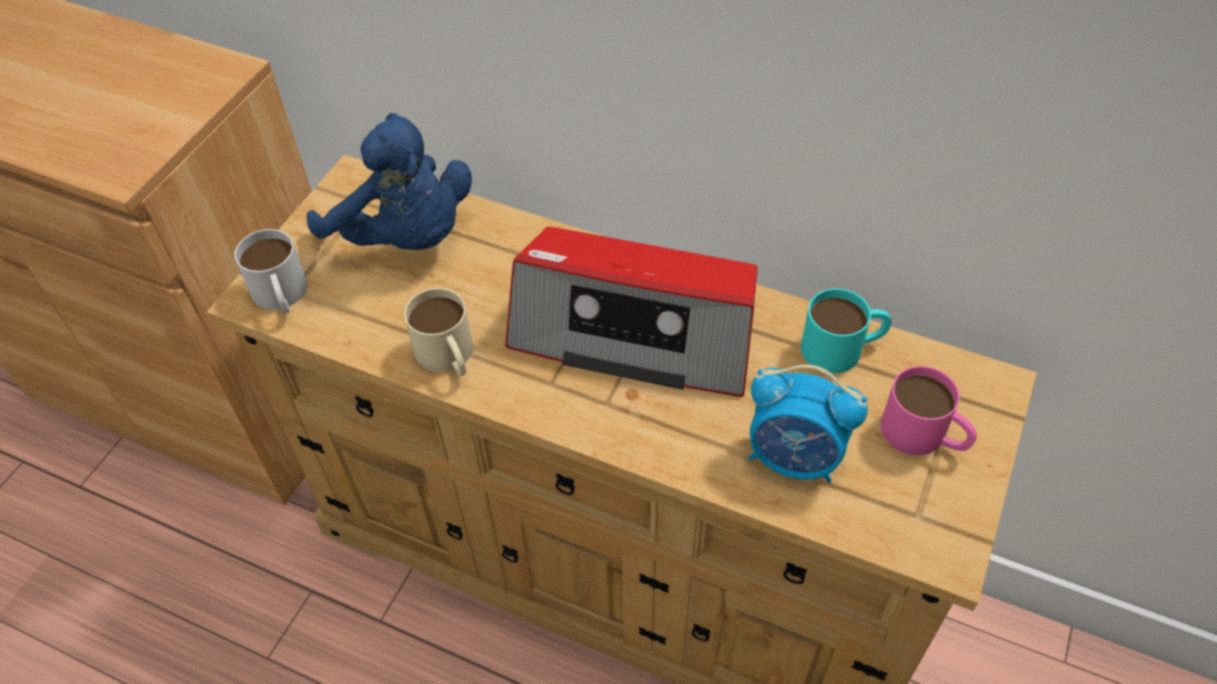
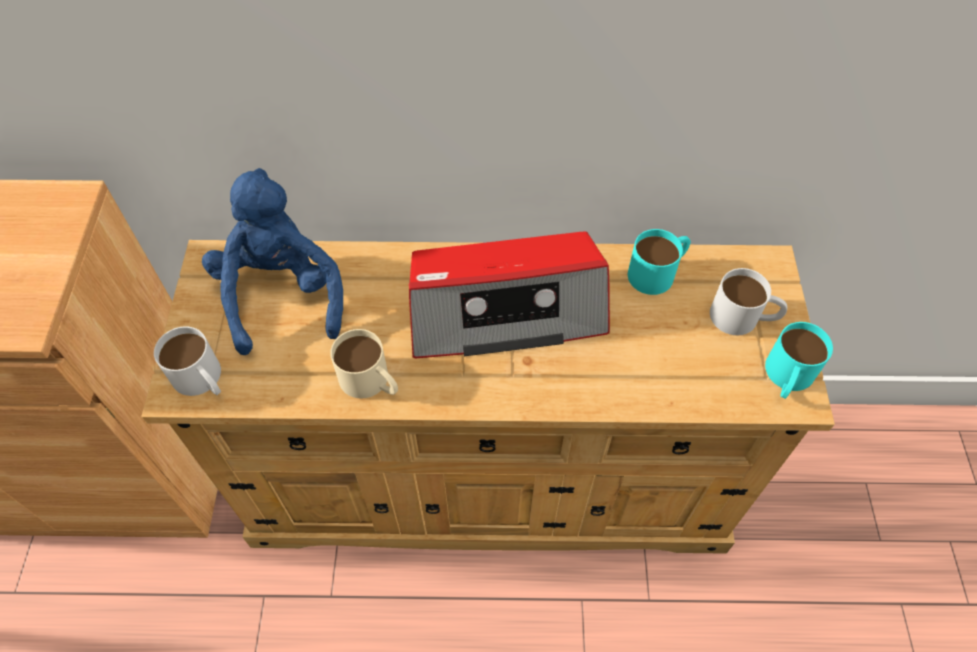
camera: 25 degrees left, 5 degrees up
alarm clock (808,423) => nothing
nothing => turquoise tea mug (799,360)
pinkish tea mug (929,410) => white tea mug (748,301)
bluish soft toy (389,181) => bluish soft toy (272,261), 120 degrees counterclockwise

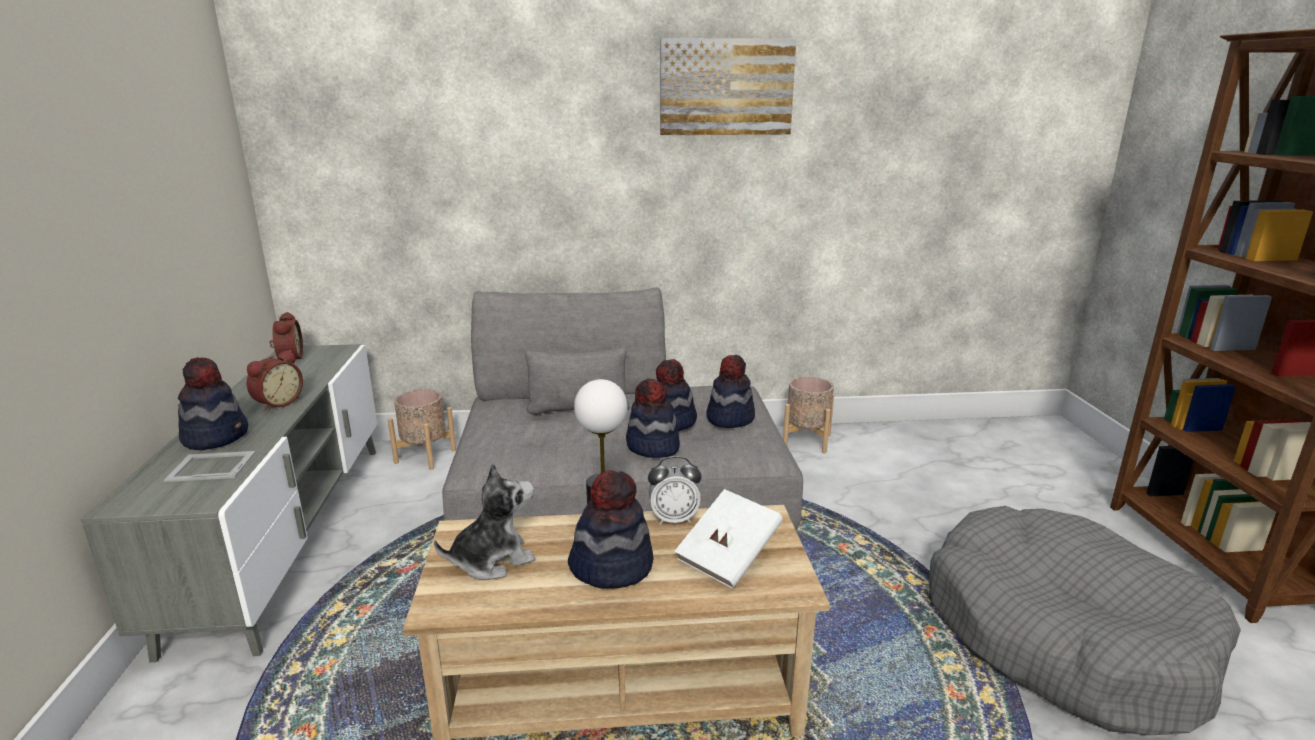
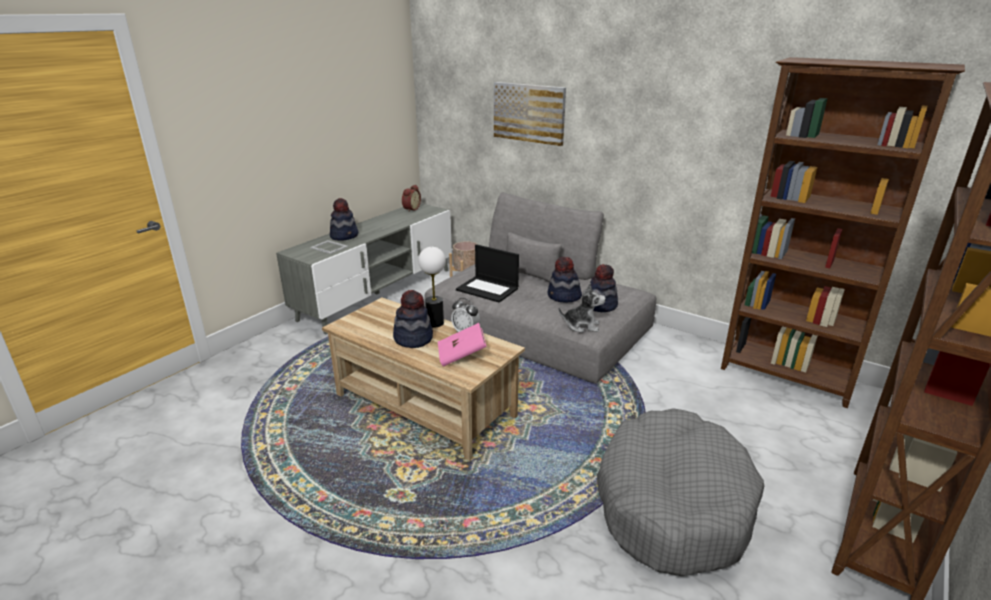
camera: 40 degrees right, 5 degrees up
alarm clock (275,380) => nothing
hat (653,418) => nothing
beige planter (808,415) => nothing
nothing => notebook computer (487,273)
nothing => brownish shelving unit (843,232)
soft toy (485,521) => soft toy (582,308), relocated
wall art (728,86) => wall art (530,114), relocated
white bound book (728,539) => pinkish bound book (462,345)

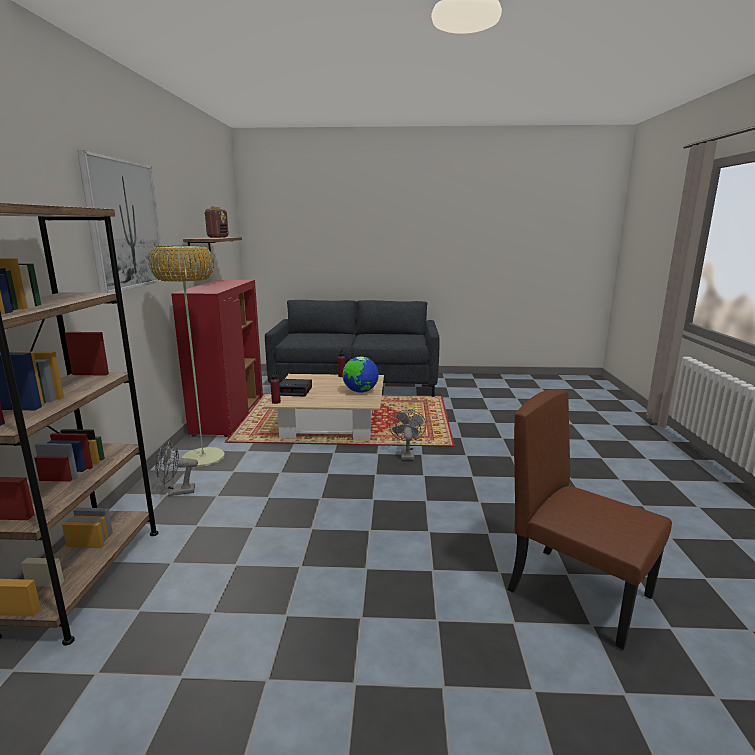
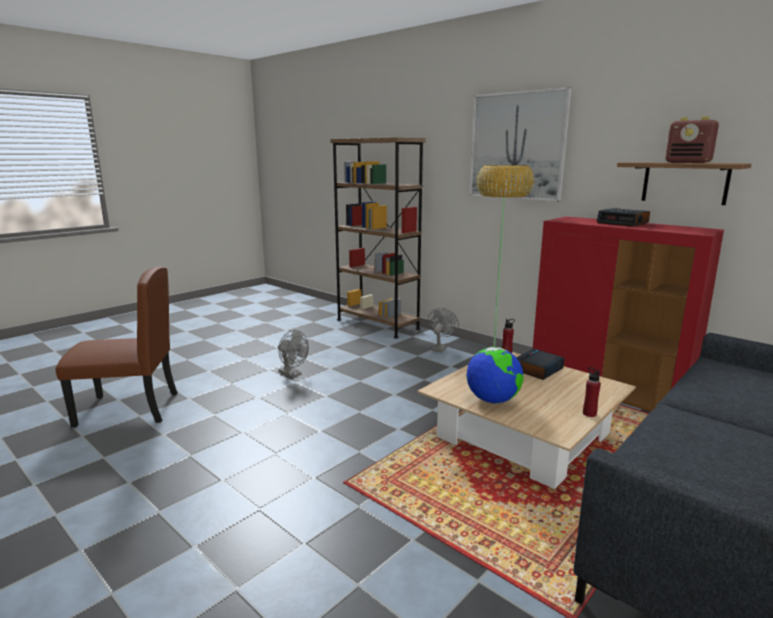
camera: 130 degrees right, 0 degrees up
nothing => alarm clock (623,217)
grey electric fan (407,435) => grey electric fan (293,354), relocated

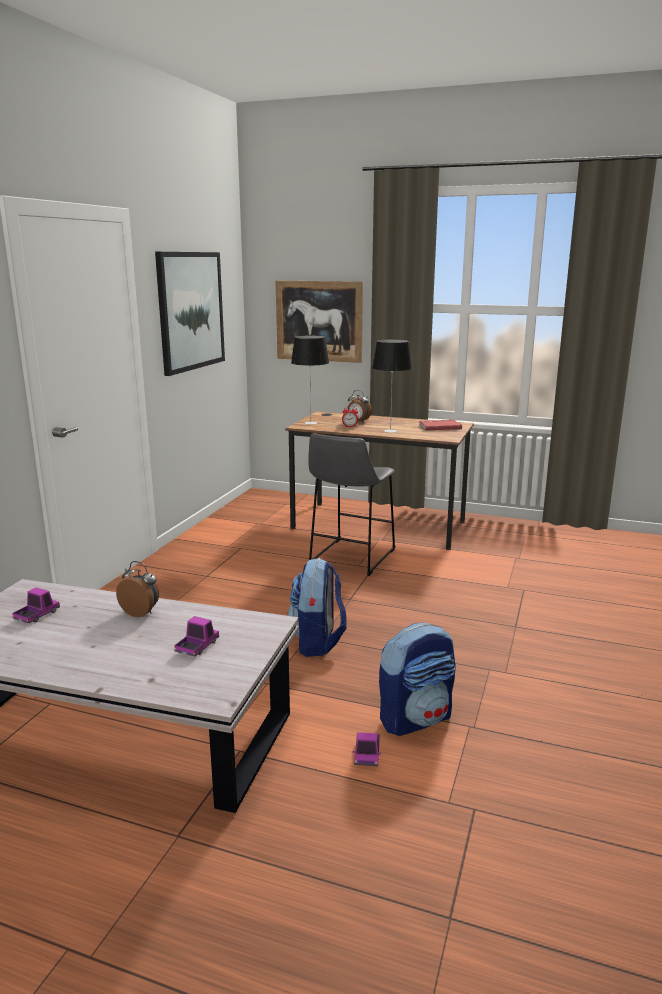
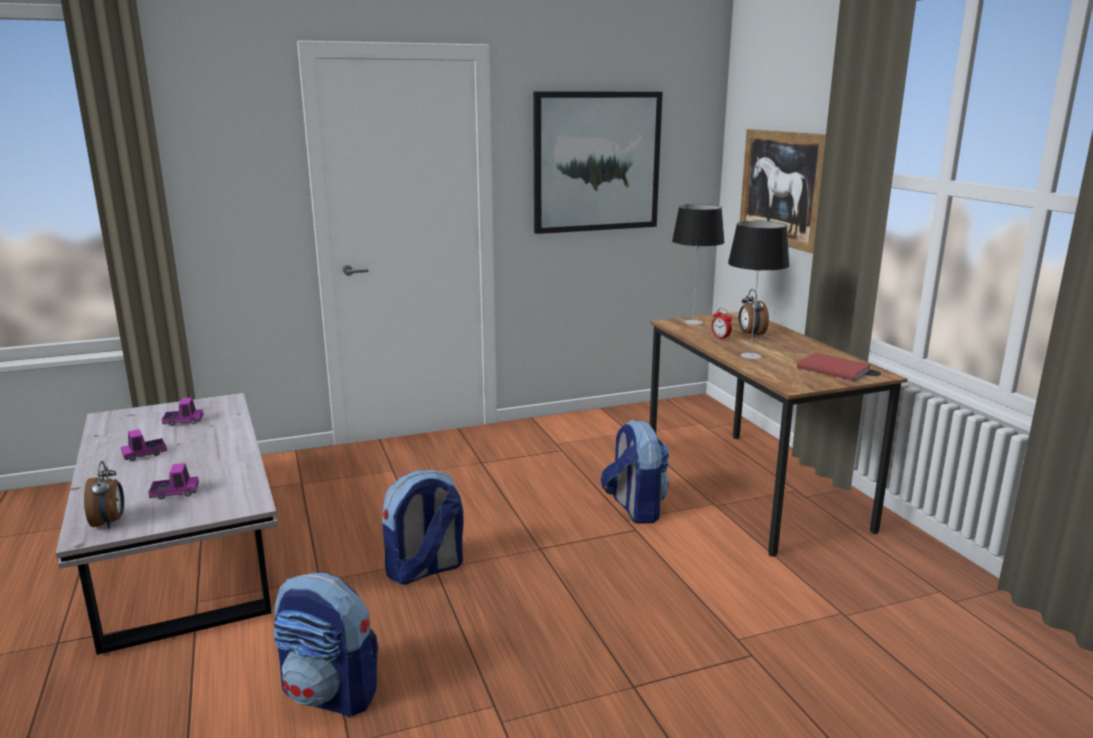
camera: 50 degrees right, 0 degrees up
alarm clock (137,589) => alarm clock (104,495), relocated
model truck (367,749) => model truck (144,445), relocated
grey stool (352,504) => rucksack (635,472)

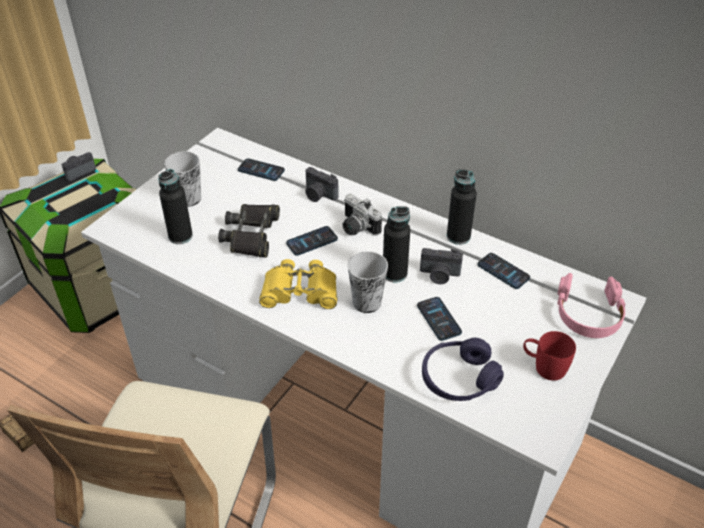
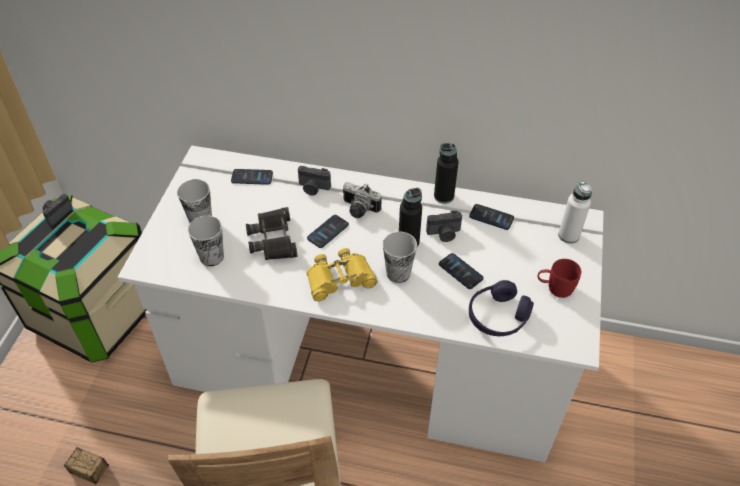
camera: 20 degrees left, 5 degrees up
black-coloured beverage bottle (175,206) => small cup (206,240)
pinkish headphones (591,305) => white beverage bottle (575,212)

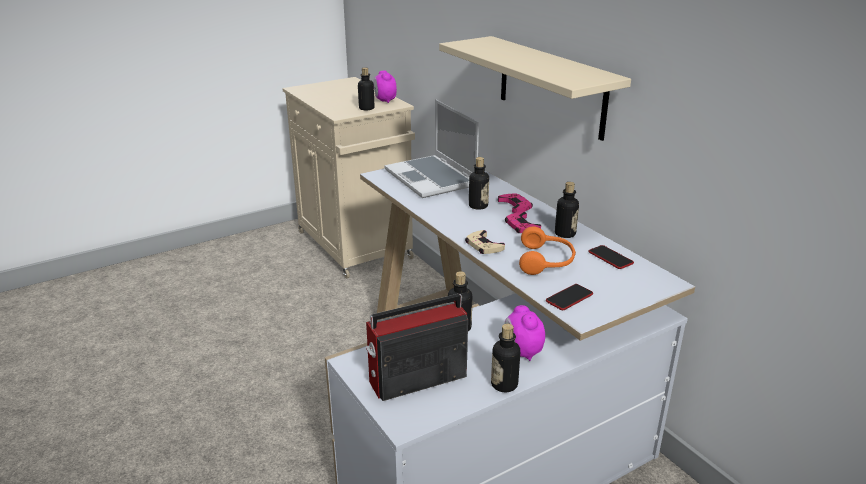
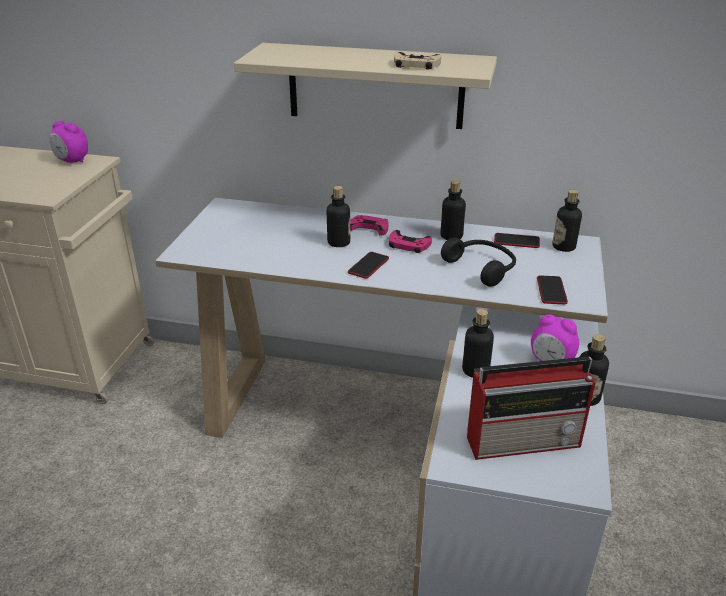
camera: 45 degrees left, 5 degrees up
notebook computer (431,149) => nothing
nothing => telephone (368,265)
beverage bottle (366,88) => beverage bottle (567,221), relocated
beige joypad (485,242) => beige joypad (417,61), relocated
orange headphones (547,251) => black-coloured headphones (478,262)
radio set (417,347) => radio set (531,408), 120 degrees counterclockwise

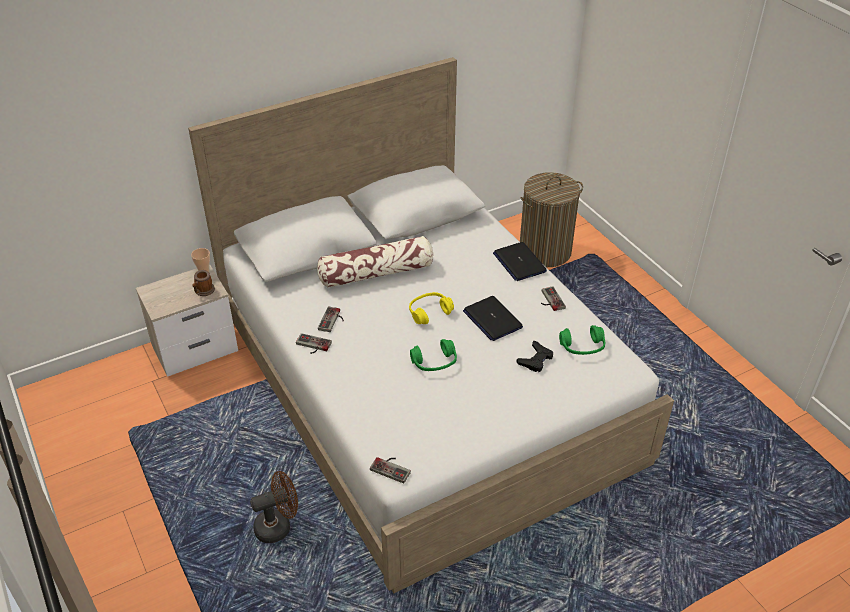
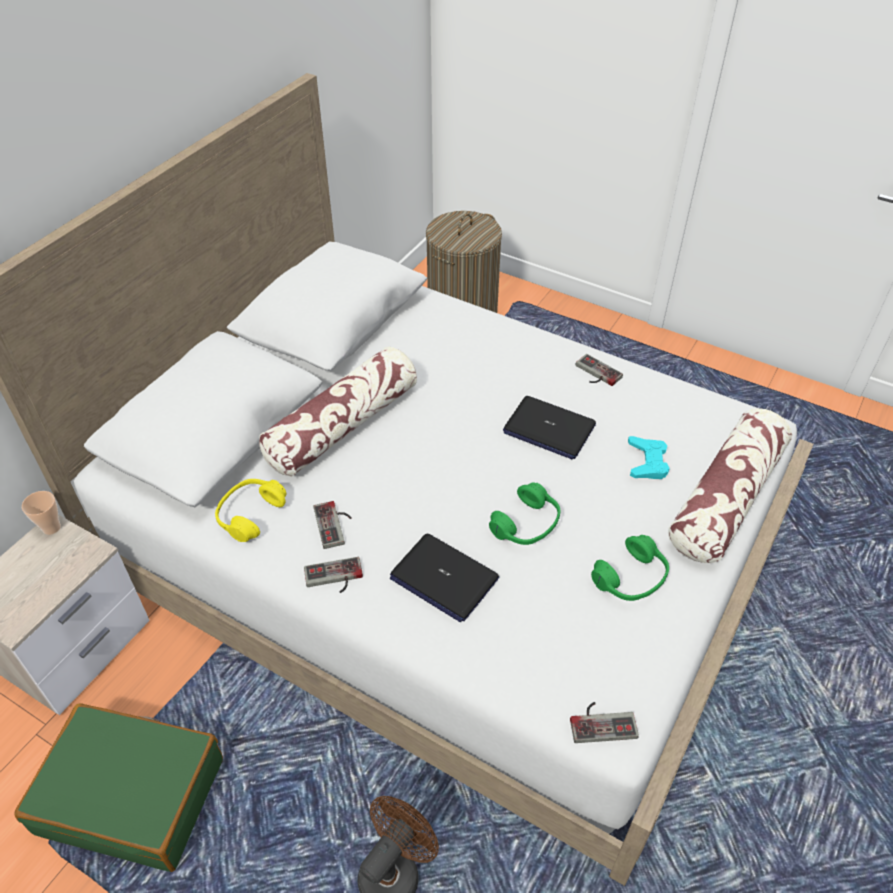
camera: 30 degrees left, 5 degrees up
tea mug (203,283) => nothing
nothing => green-coloured travel case (118,788)
nothing => throw pillow (730,485)
yellow-coloured headphones (431,308) => yellow-coloured headphones (250,510), relocated
notebook computer (520,261) => notebook computer (444,578), relocated
green-coloured headphones (582,340) => green-coloured headphones (630,568), relocated
black-coloured joypad (535,356) => turquoise joypad (649,457)

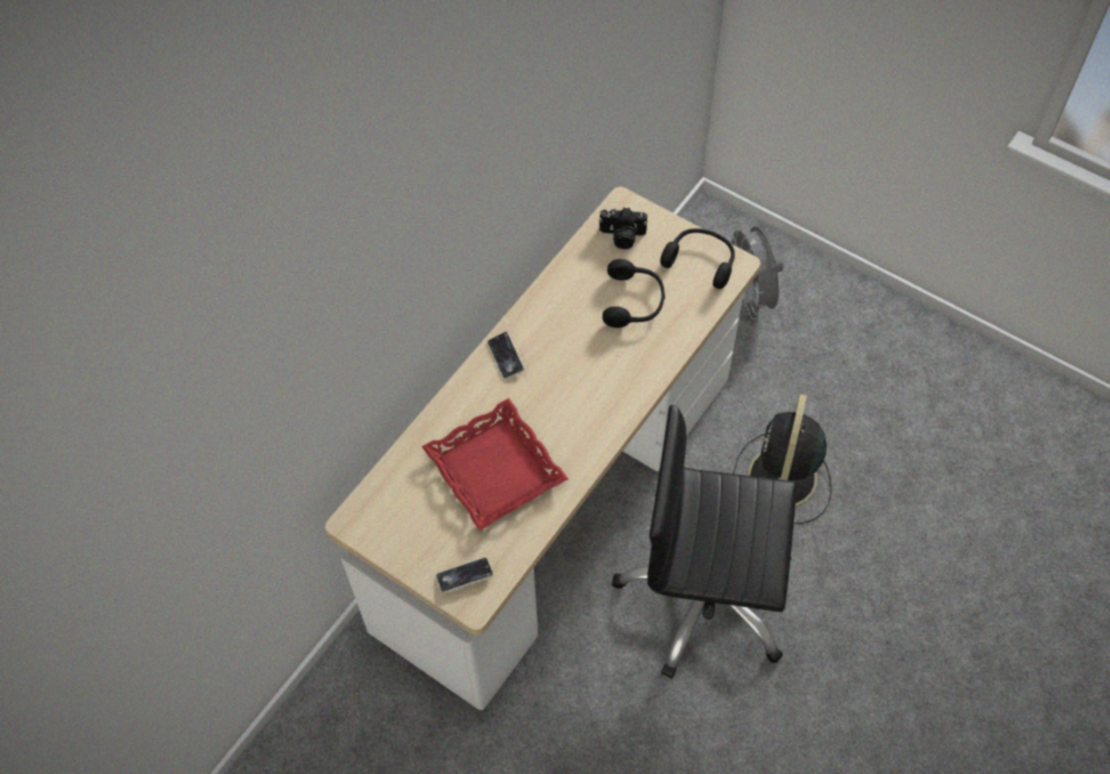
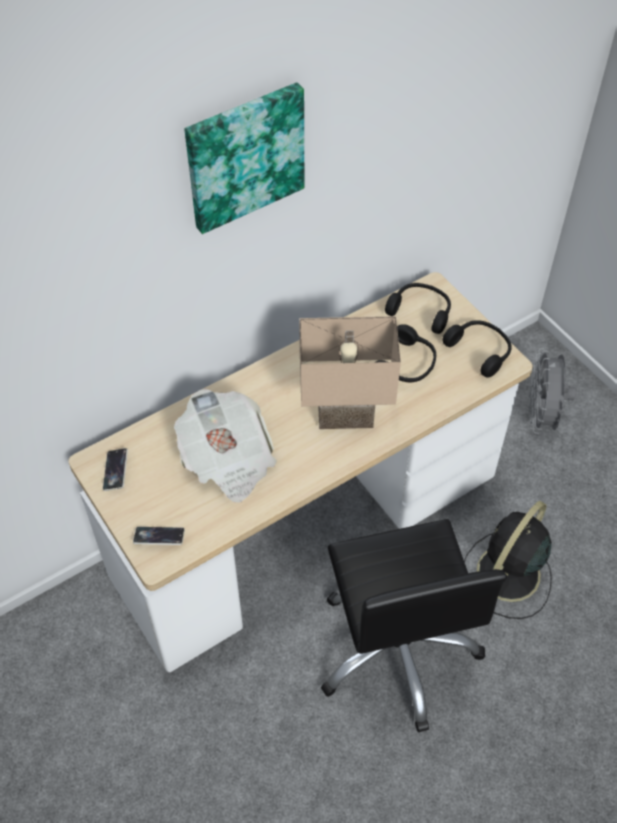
camera: 20 degrees right, 5 degrees down
nothing => wall art (244,158)
nothing => beige tabletop lamp (350,372)
telephone (505,356) => telephone (115,469), relocated
red carrying tray (495,464) => daily paper (225,445)
photo camera (623,228) => black-coloured headphones (418,308)
black-coloured desk chair (704,541) => black-coloured desk chair (414,625), 135 degrees counterclockwise

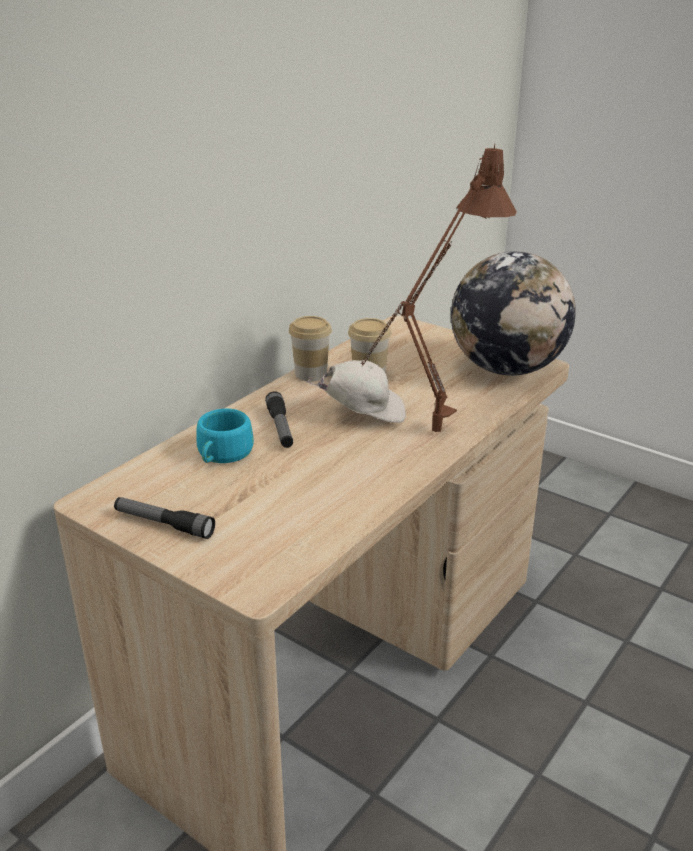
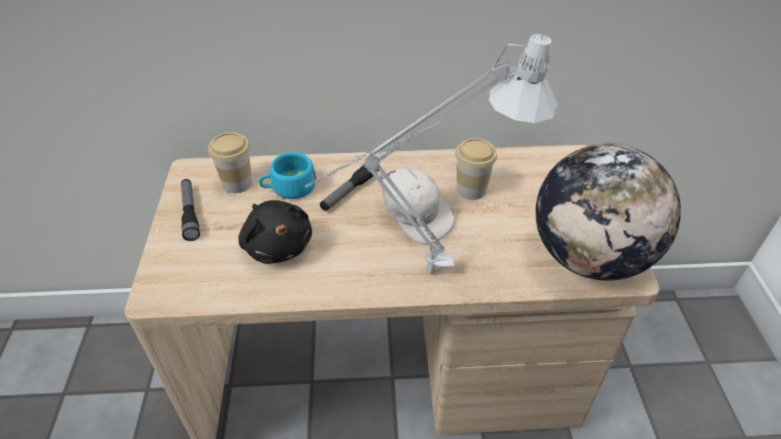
camera: 50 degrees right, 15 degrees up
nothing => black-coloured soft toy (275,232)
small cup (310,348) => small cup (230,162), relocated
brownish tabletop lamp (438,288) => grey tabletop lamp (431,153)

